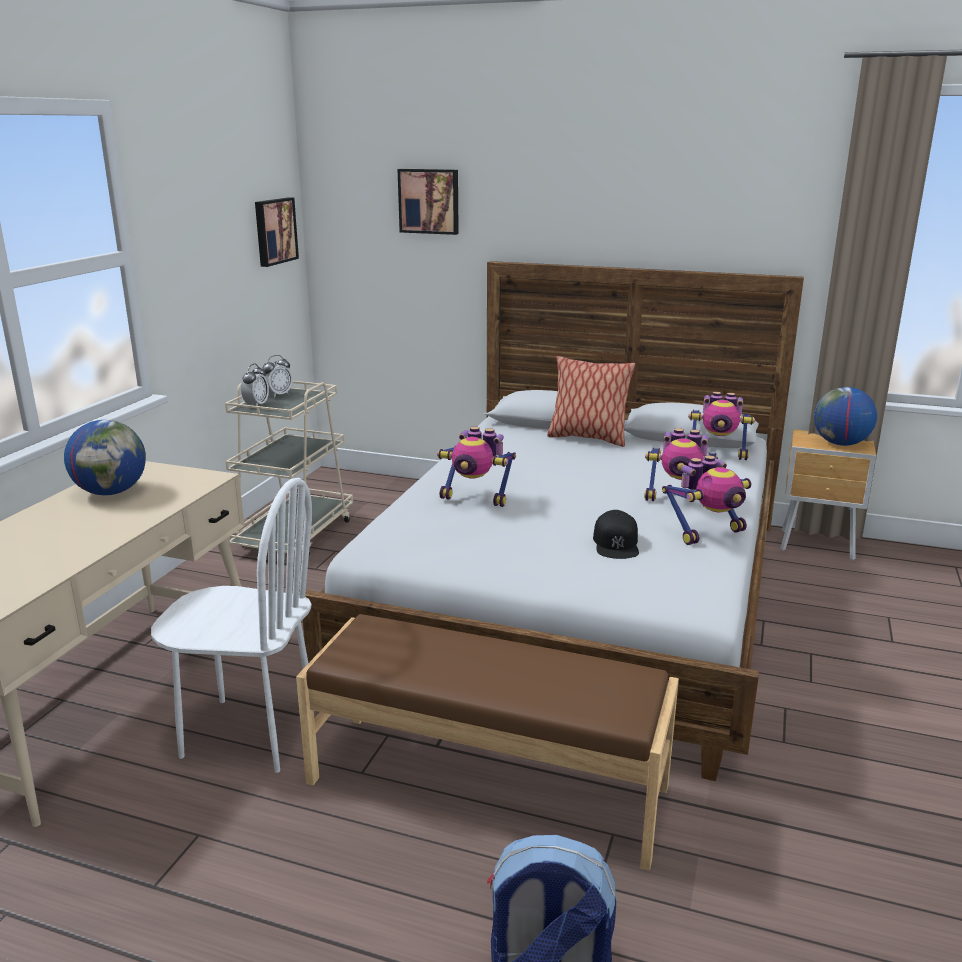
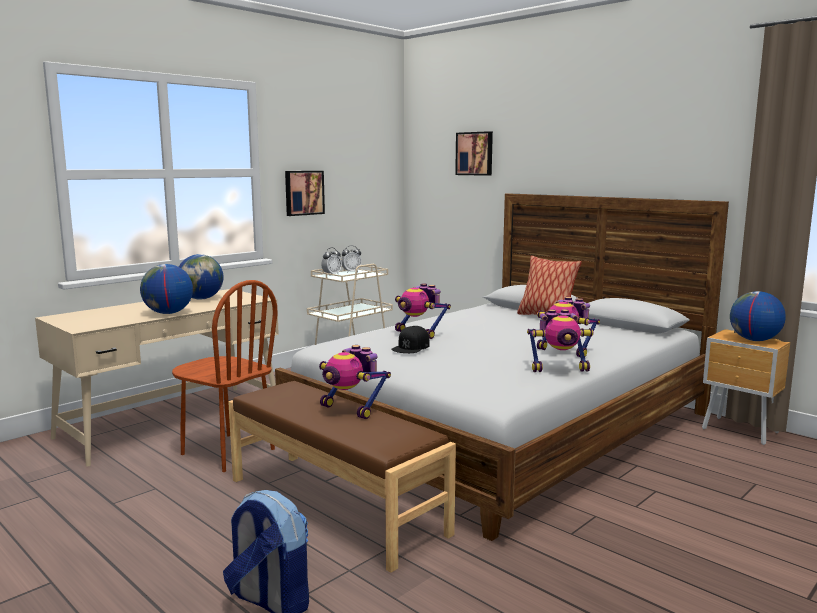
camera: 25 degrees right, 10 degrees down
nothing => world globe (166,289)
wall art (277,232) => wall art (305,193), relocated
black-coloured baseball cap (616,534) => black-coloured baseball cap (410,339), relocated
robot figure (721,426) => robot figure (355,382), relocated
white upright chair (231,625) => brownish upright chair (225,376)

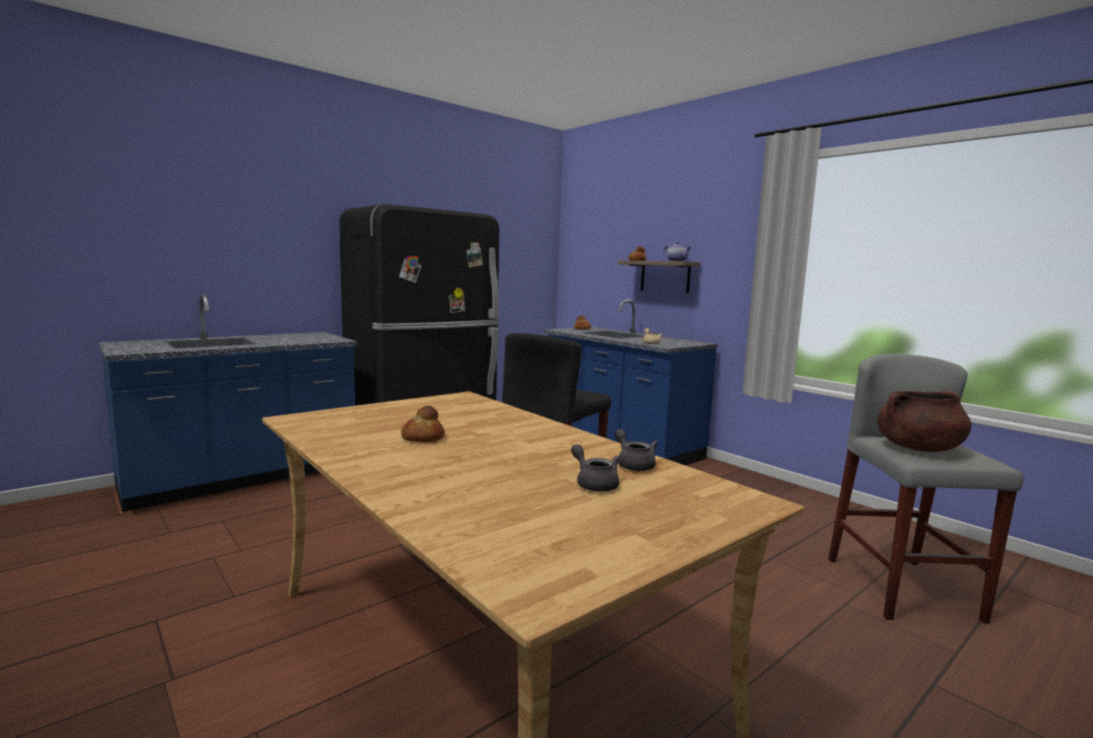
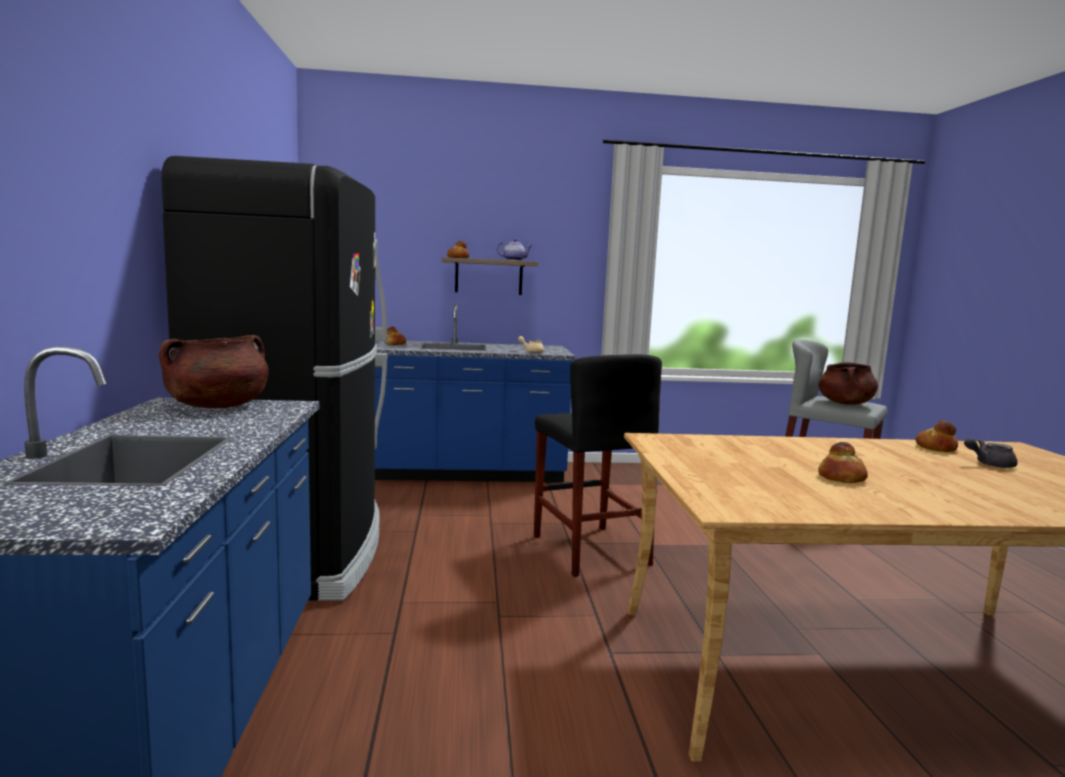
camera: 55 degrees left, 0 degrees up
nothing => brownish stockpot (214,372)
grey teapot (636,450) => baked bread (936,436)

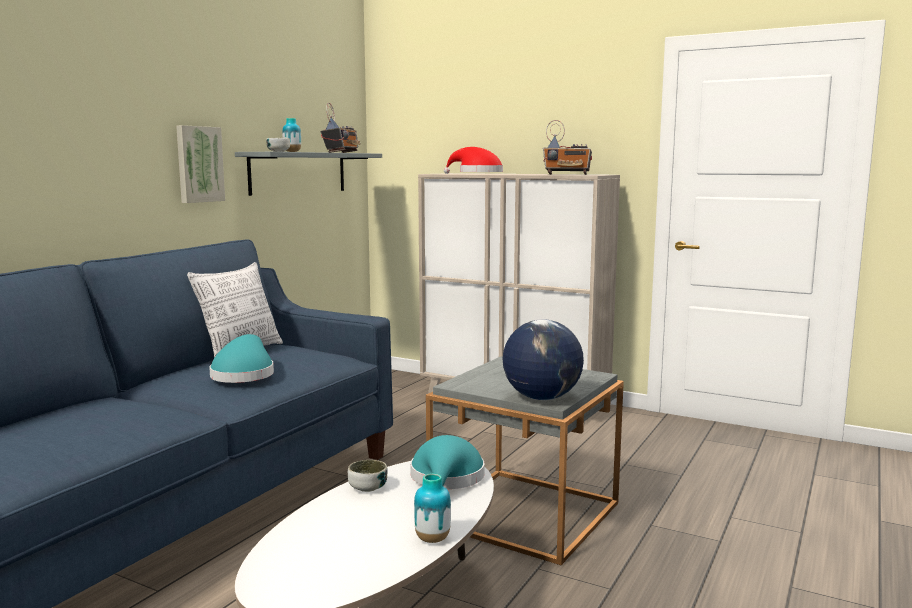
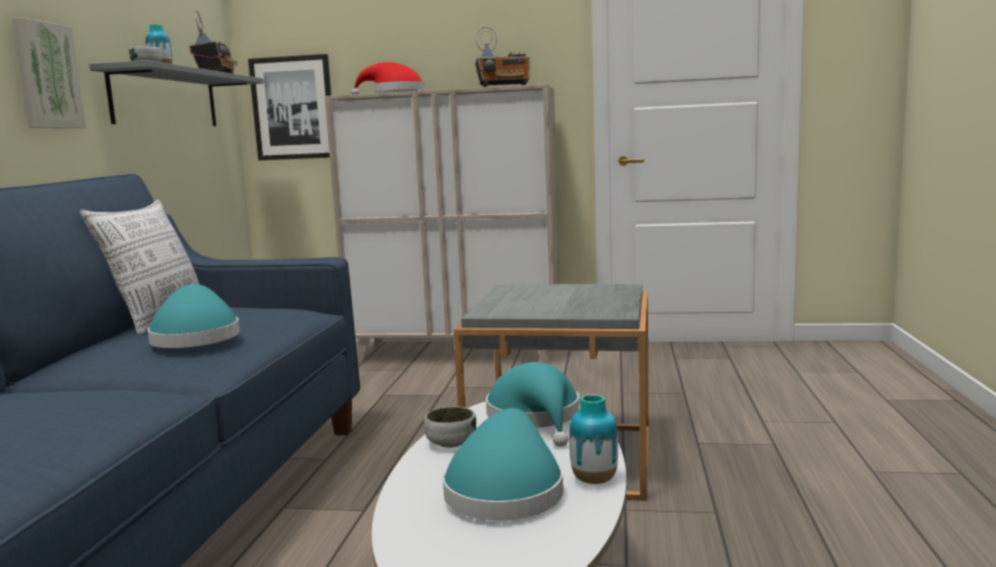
camera: 20 degrees left, 0 degrees up
world globe (543,359) => nothing
nothing => wall art (289,107)
nothing => turquoise hat (503,464)

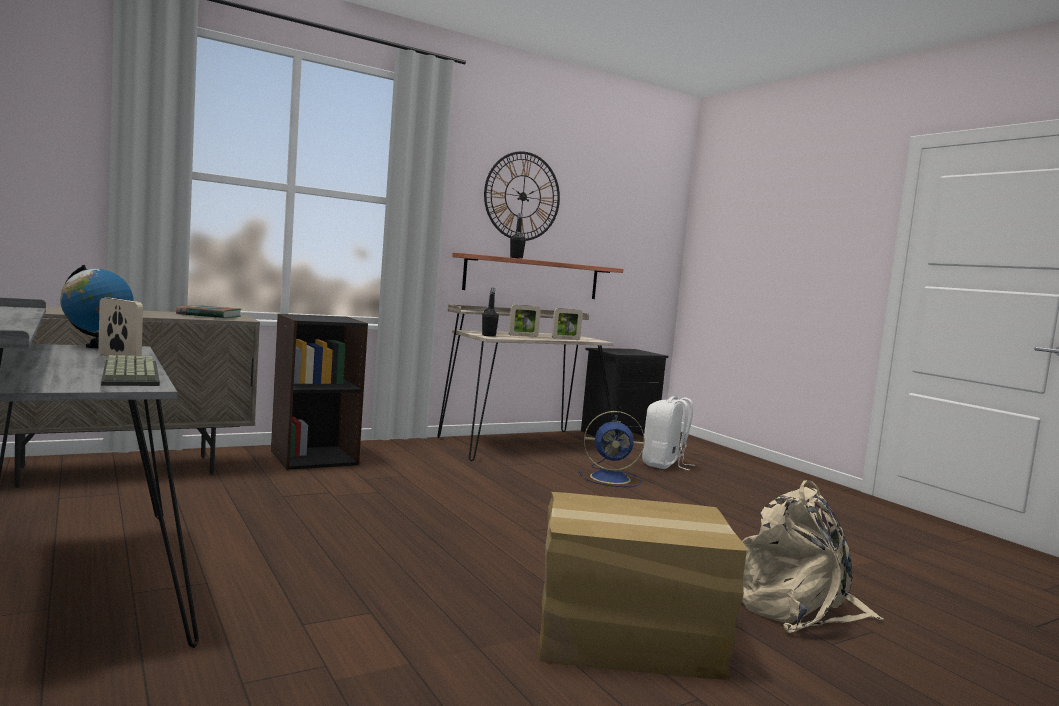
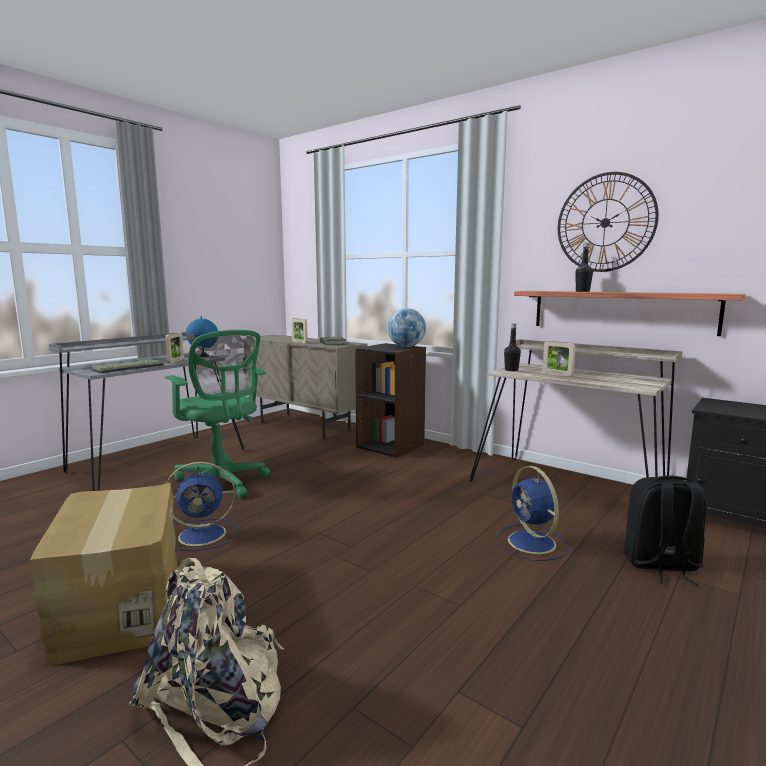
camera: 70 degrees right, 5 degrees up
nothing => green-coloured desk chair (217,414)
nothing => bluish electric fan (202,506)
nothing => world globe (406,327)
standing frame (567,324) => standing frame (299,330), relocated
white rucksack (668,433) => black-coloured rucksack (665,530)

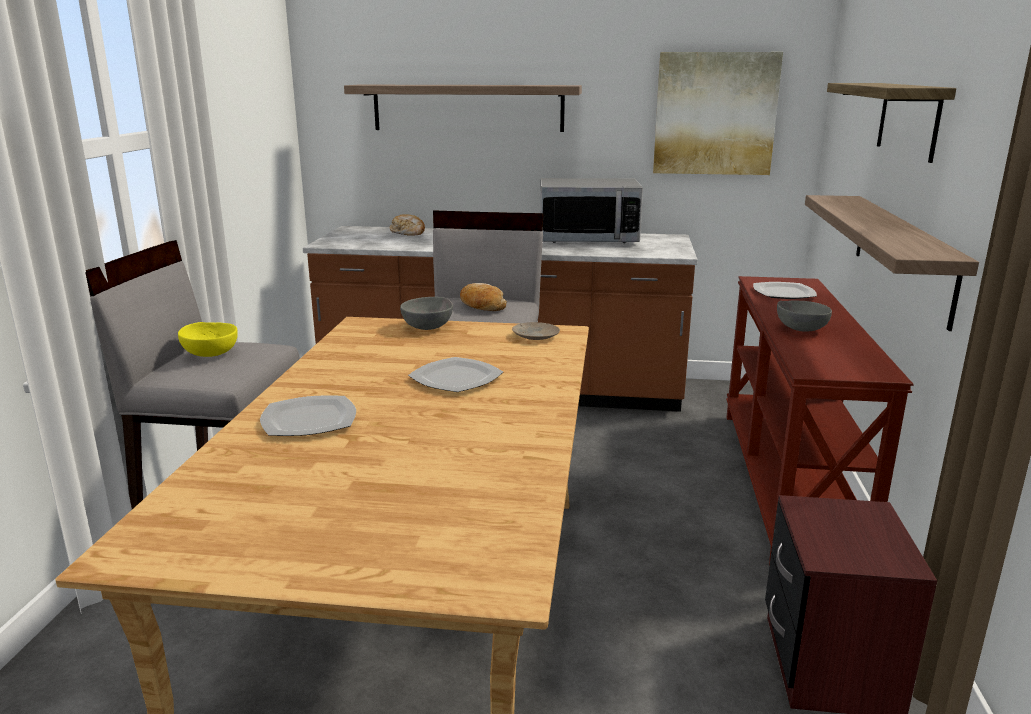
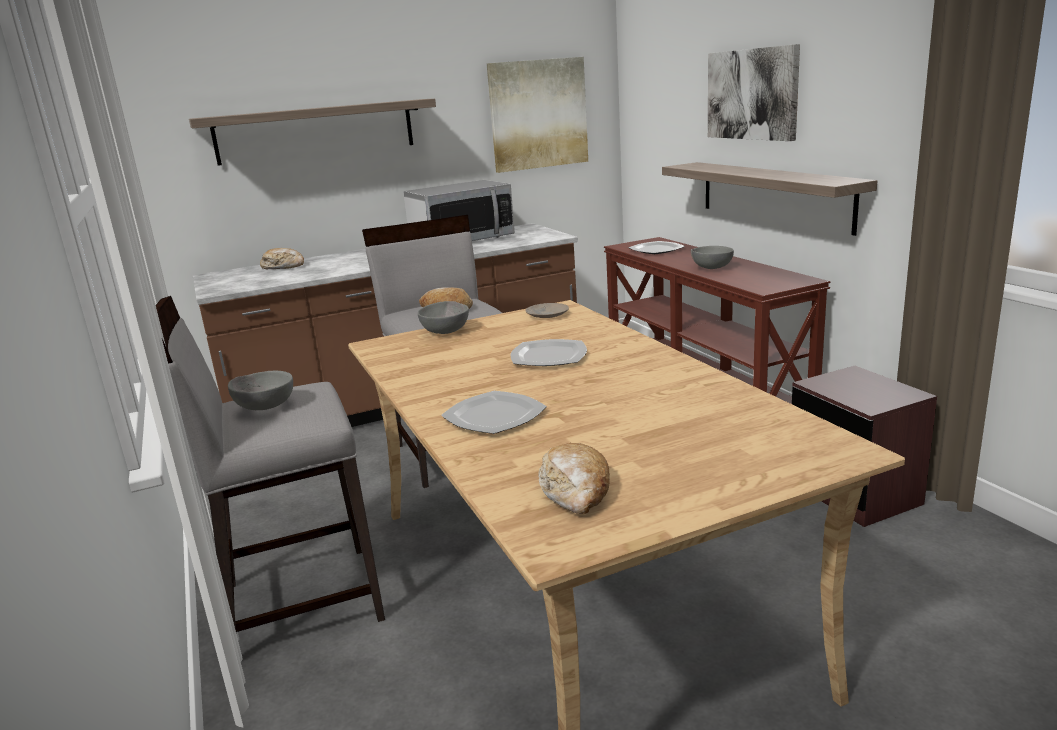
camera: 30 degrees left, 0 degrees up
nothing => baked bread (574,478)
wall shelf (891,123) => wall art (754,92)
yellow-coloured deep dish (208,339) => grey deep dish (260,390)

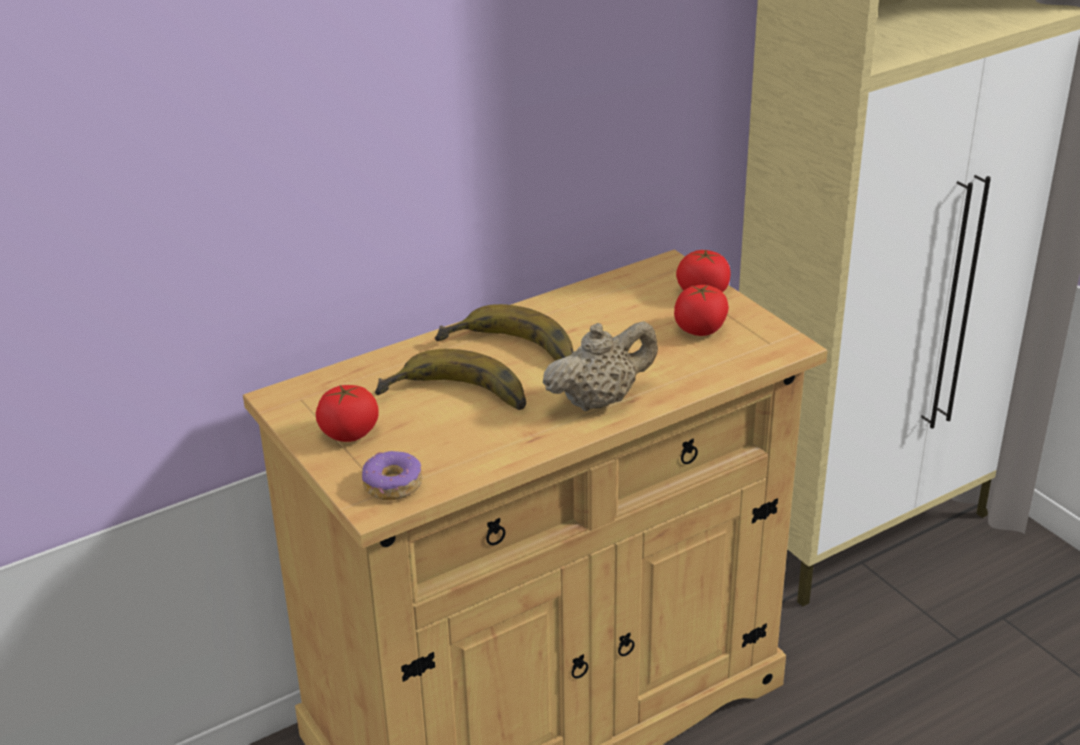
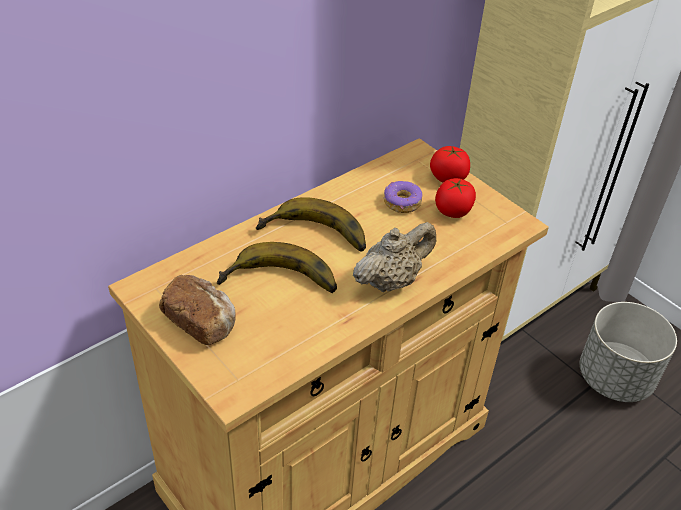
camera: 10 degrees left, 10 degrees up
nothing => grey planter (628,352)
doughnut (392,475) => doughnut (403,197), relocated
whole tomato (347,413) => baked bread (197,310)

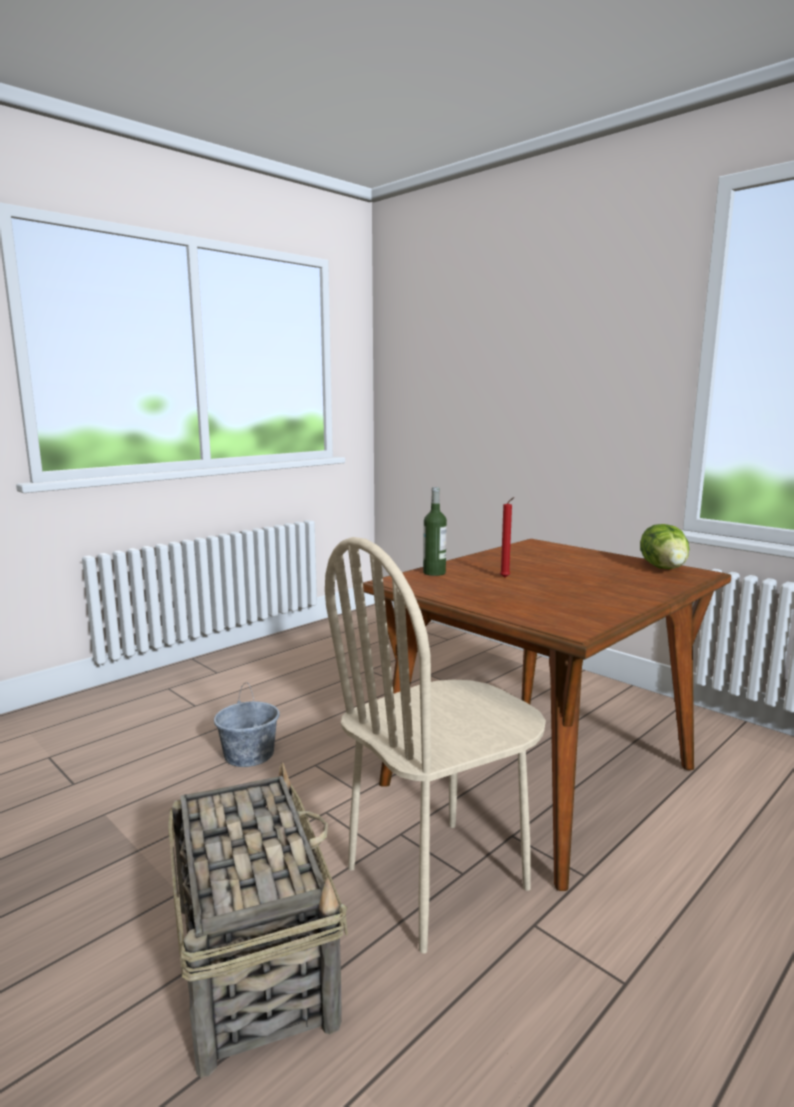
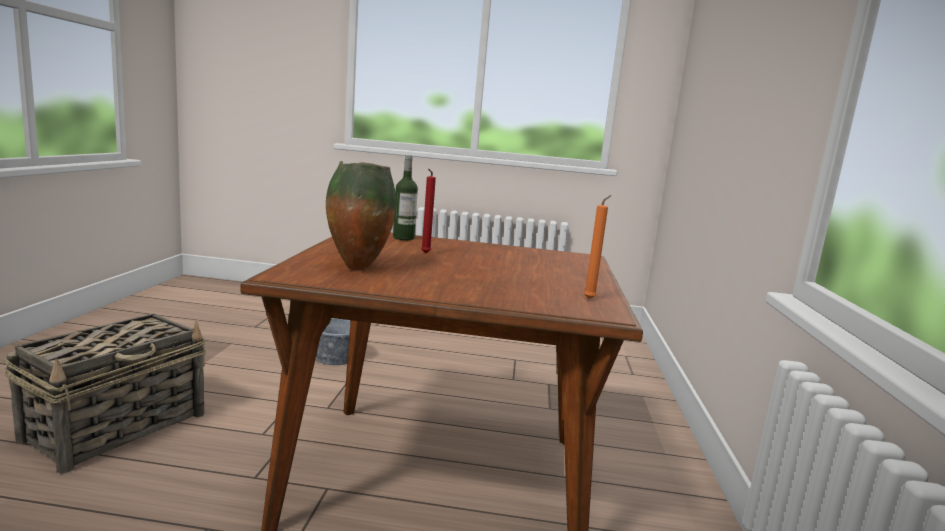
camera: 50 degrees right, 0 degrees up
beige upright chair (435,745) => nothing
nothing => decorative vase (361,215)
lettuce (664,546) => orange candle (597,247)

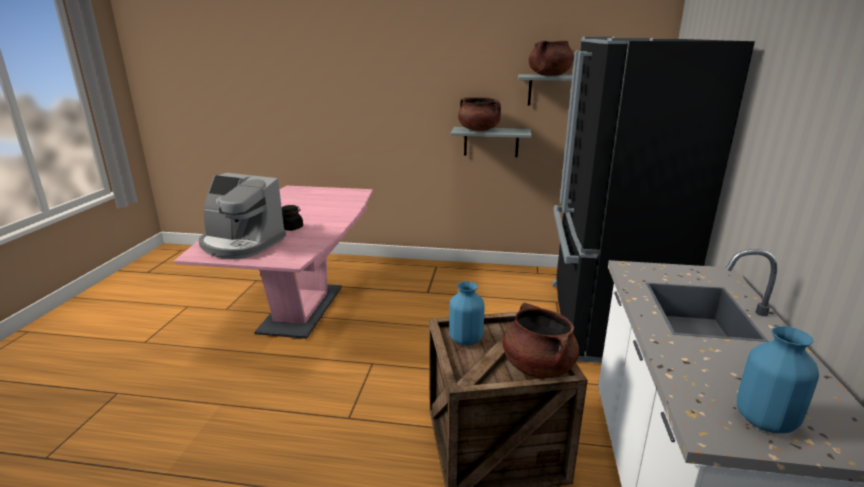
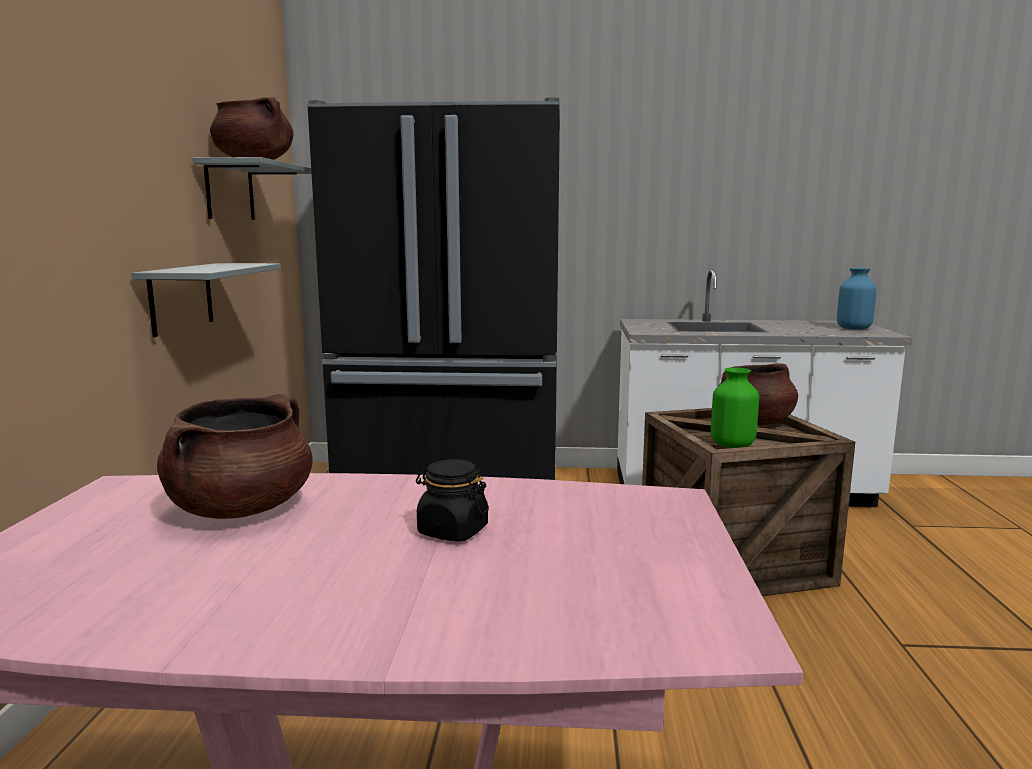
camera: 95 degrees left, 10 degrees down
coffee maker (242,216) => nothing
brownish stockpot (479,114) => brownish stockpot (235,456), relocated
bluish decorative vase (466,313) => green-coloured decorative vase (735,407)

